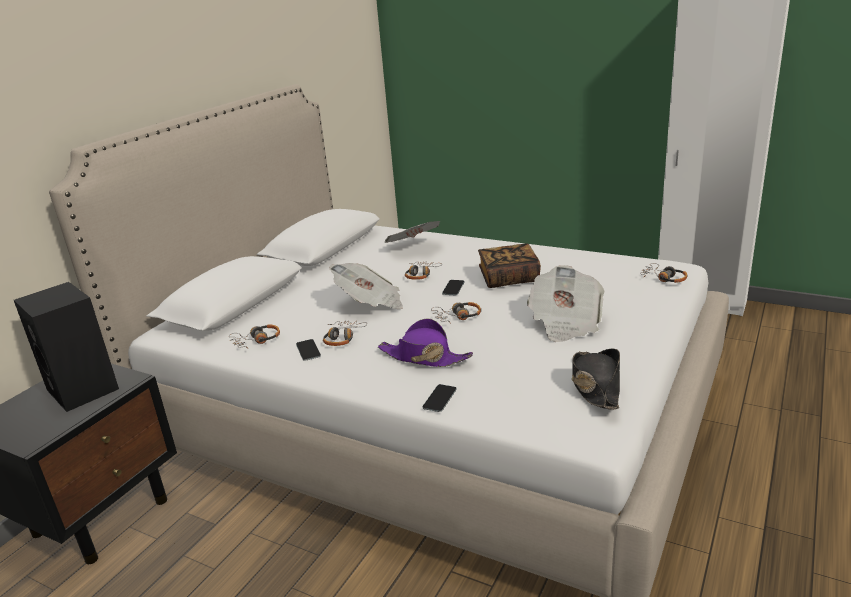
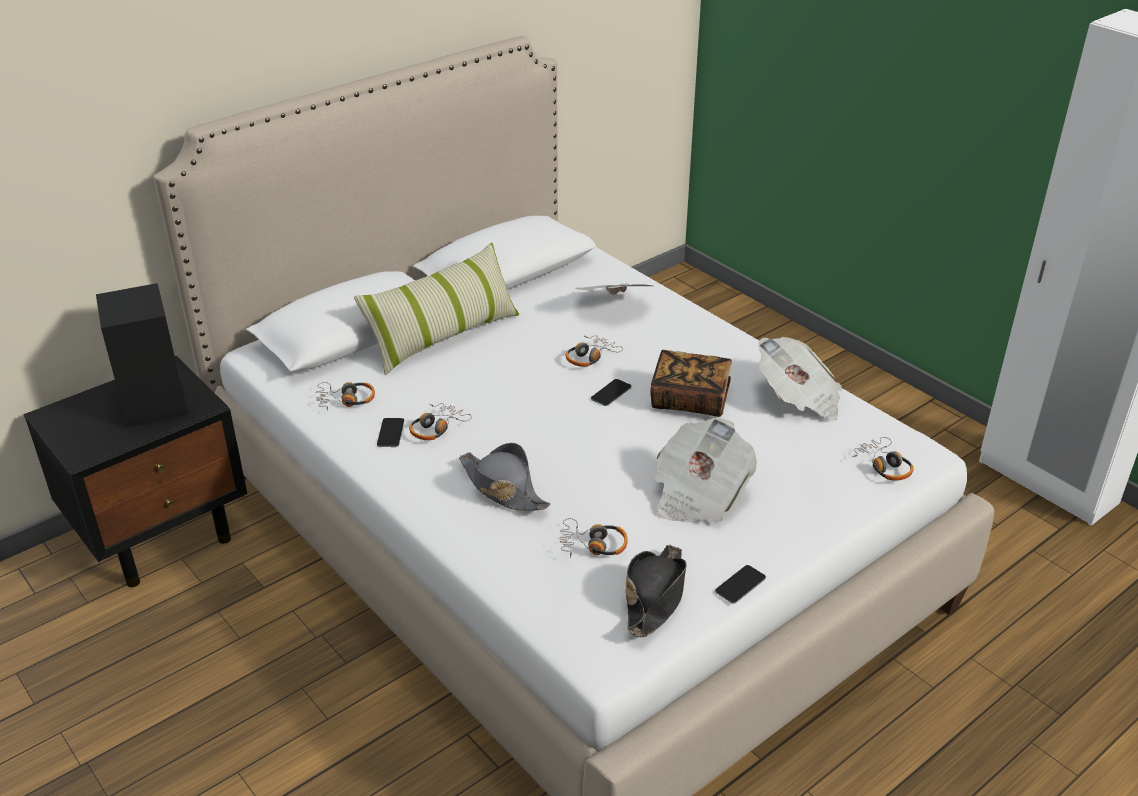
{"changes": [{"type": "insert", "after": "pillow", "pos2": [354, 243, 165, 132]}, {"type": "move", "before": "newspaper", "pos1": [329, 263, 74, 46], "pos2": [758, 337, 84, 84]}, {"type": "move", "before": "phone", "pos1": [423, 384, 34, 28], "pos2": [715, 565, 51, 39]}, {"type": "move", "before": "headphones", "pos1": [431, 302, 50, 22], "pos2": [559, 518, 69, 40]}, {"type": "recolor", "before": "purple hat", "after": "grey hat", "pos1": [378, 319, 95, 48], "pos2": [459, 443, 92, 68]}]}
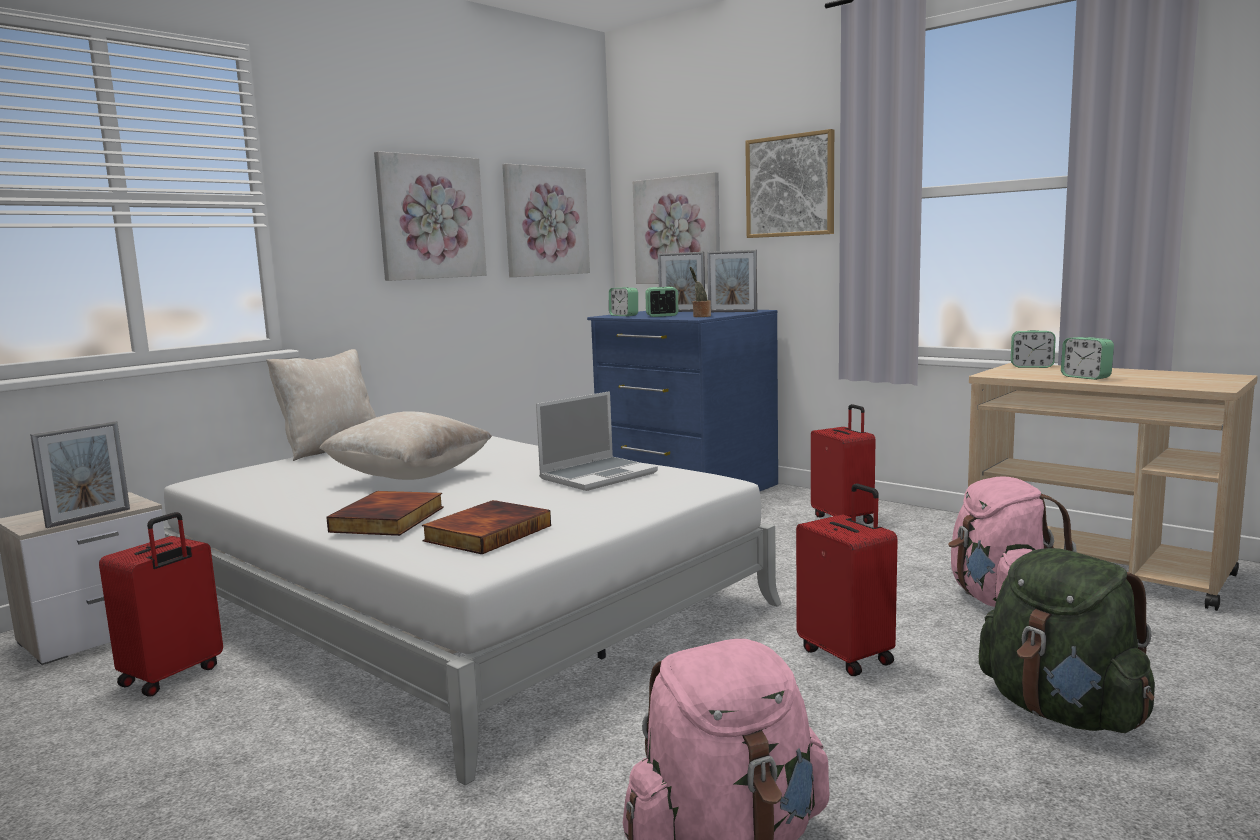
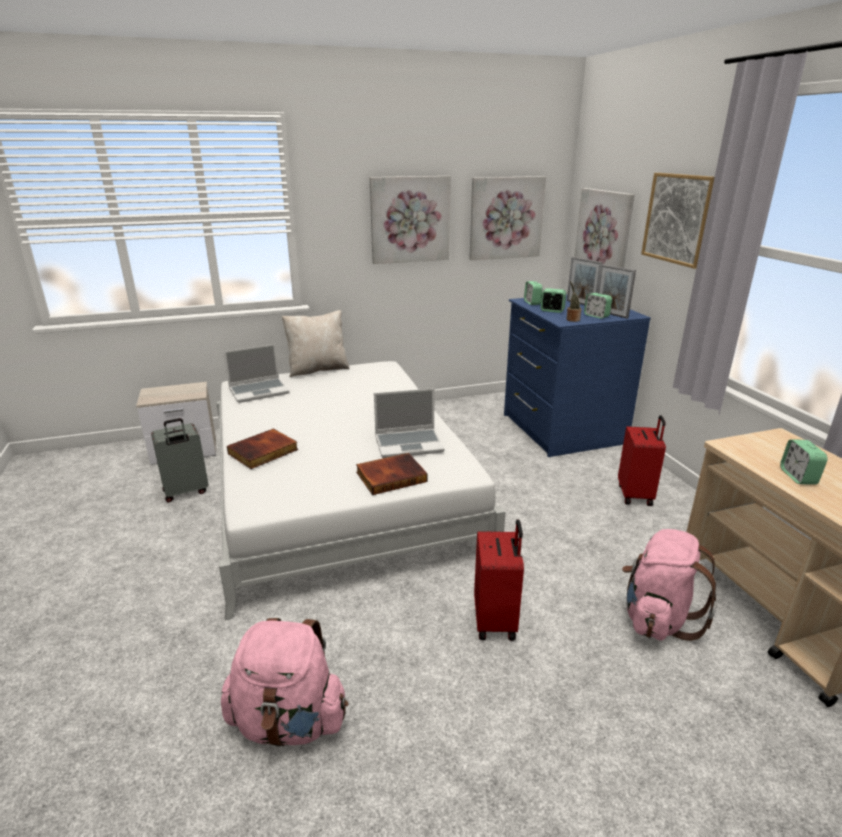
{"changes": [{"type": "delete", "before": "picture frame", "pos1": [30, 421, 100, 107]}, {"type": "delete", "before": "beige pillow", "pos1": [319, 412, 173, 68]}, {"type": "delete", "before": "green backpack", "pos1": [979, 548, 176, 185]}, {"type": "insert", "after": "laptop", "pos2": [224, 344, 65, 59]}, {"type": "move", "before": "book", "pos1": [422, 500, 129, 54], "pos2": [356, 453, 71, 42]}, {"type": "move", "before": "alarm clock", "pos1": [1011, 330, 45, 38], "pos2": [584, 293, 28, 26]}, {"type": "recolor", "before": "red suitcase", "after": "grey suitcase", "pos1": [99, 512, 124, 185], "pos2": [151, 418, 58, 84]}]}
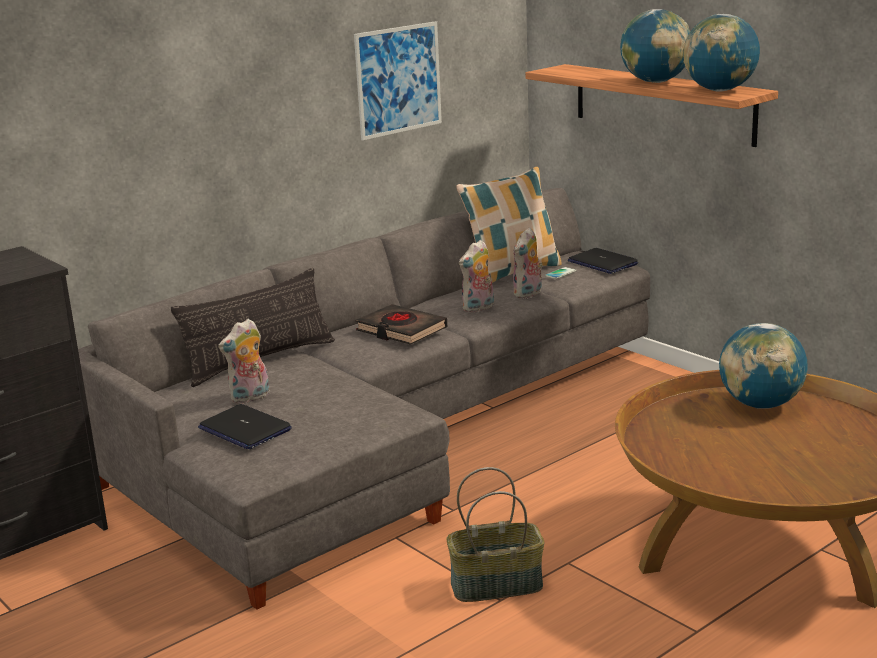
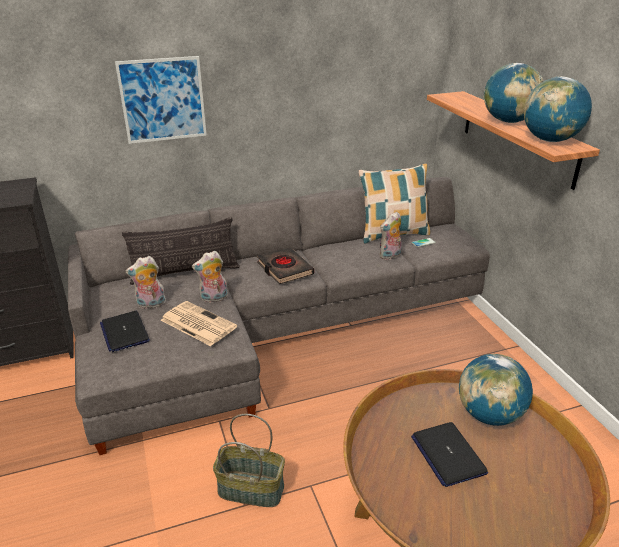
{"changes": [{"type": "insert", "after": "newspaper", "pos2": [161, 301, 76, 45]}, {"type": "move", "before": "picture", "pos1": [354, 21, 88, 119], "pos2": [115, 56, 92, 88]}, {"type": "move", "before": "plush toy", "pos1": [459, 240, 35, 73], "pos2": [192, 251, 36, 52]}, {"type": "move", "before": "laptop", "pos1": [568, 248, 70, 26], "pos2": [411, 422, 77, 65]}]}
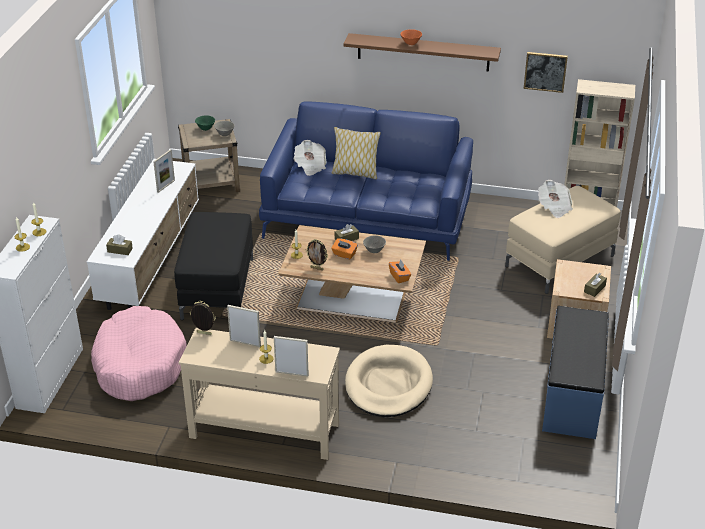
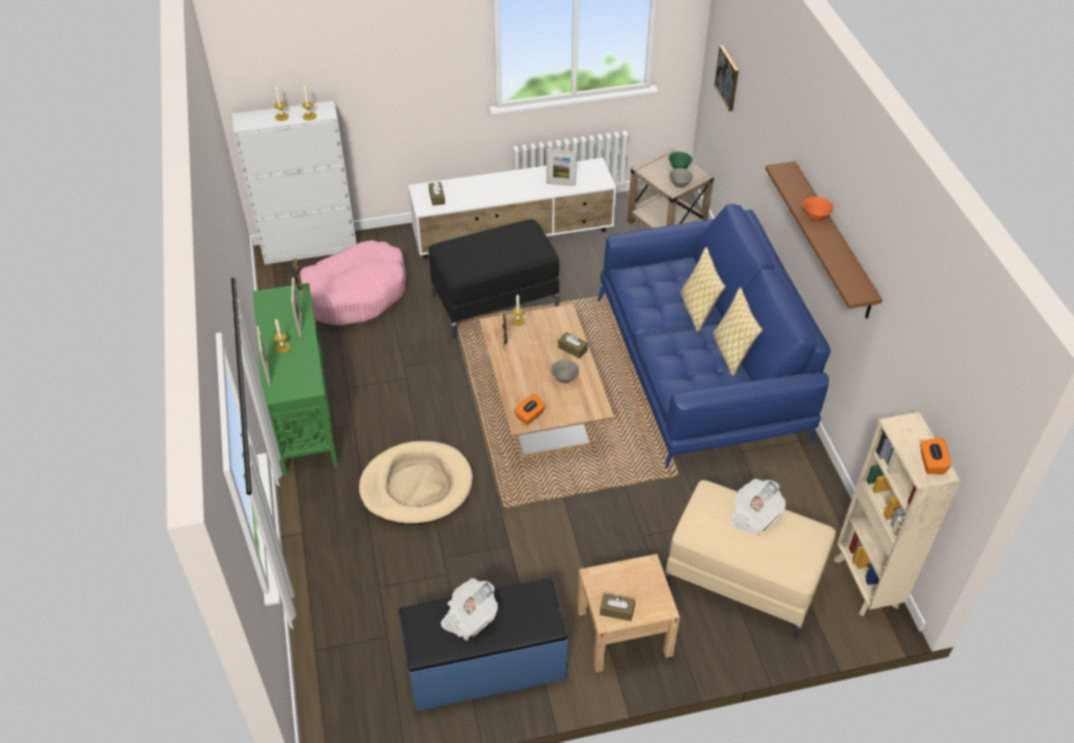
{"changes": [{"type": "insert", "after": "pillow", "pos2": [713, 287, 50, 89]}, {"type": "move", "before": "newspaper", "pos1": [294, 140, 32, 36], "pos2": [441, 578, 57, 62]}, {"type": "move", "before": "orange tissue box", "pos1": [331, 238, 27, 21], "pos2": [921, 438, 30, 36]}, {"type": "move", "before": "picture", "pos1": [524, 52, 44, 41], "pos2": [714, 45, 25, 67]}, {"type": "recolor", "before": "beige console table", "after": "green console table", "pos1": [179, 328, 161, 132], "pos2": [253, 283, 85, 194]}]}
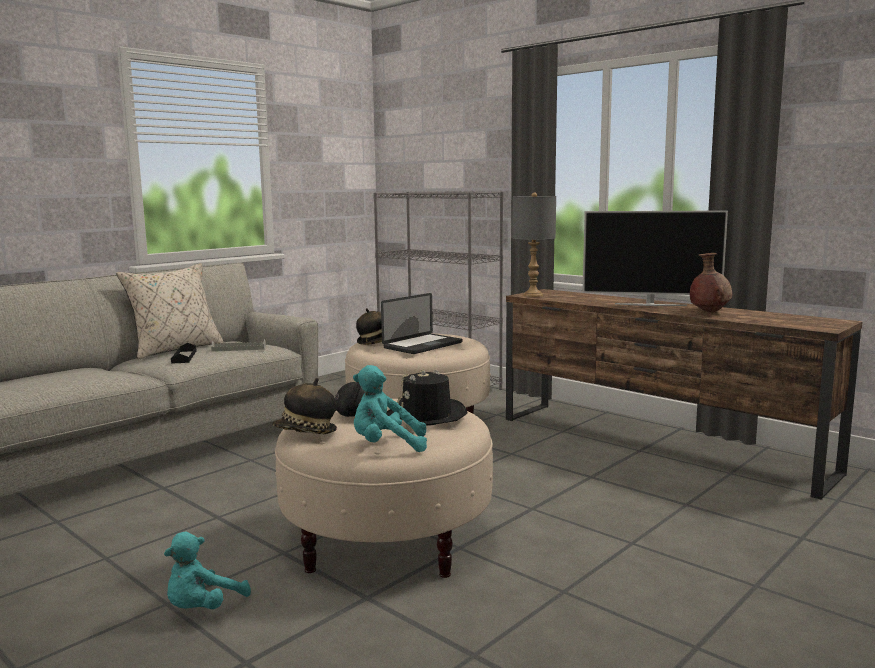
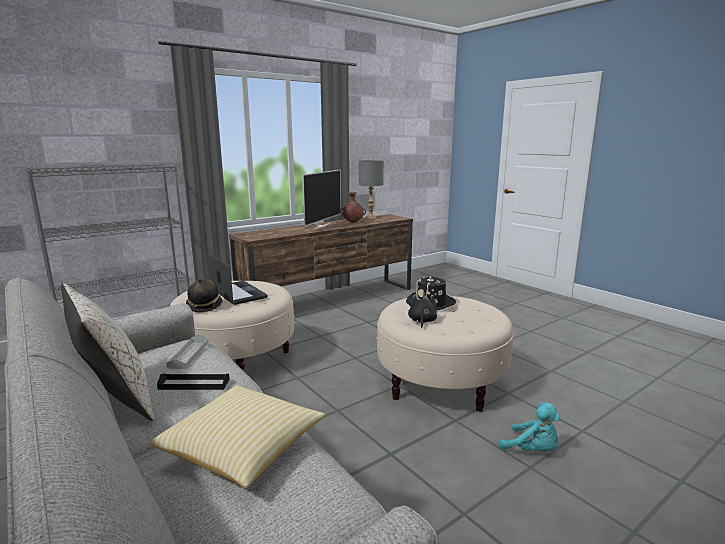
{"changes": [{"type": "delete", "before": "hat", "pos1": [272, 378, 65, 56]}, {"type": "delete", "before": "turquoise plush toy", "pos1": [353, 365, 74, 87]}, {"type": "insert", "after": "pillow", "pos2": [150, 385, 175, 104]}, {"type": "move", "before": "grey table lamp", "pos1": [512, 192, 44, 105], "pos2": [359, 159, 25, 60]}]}
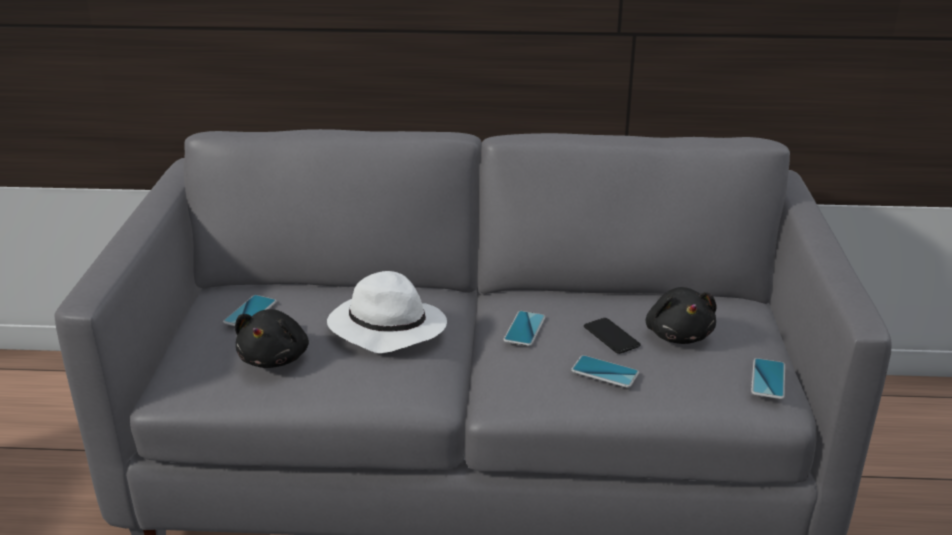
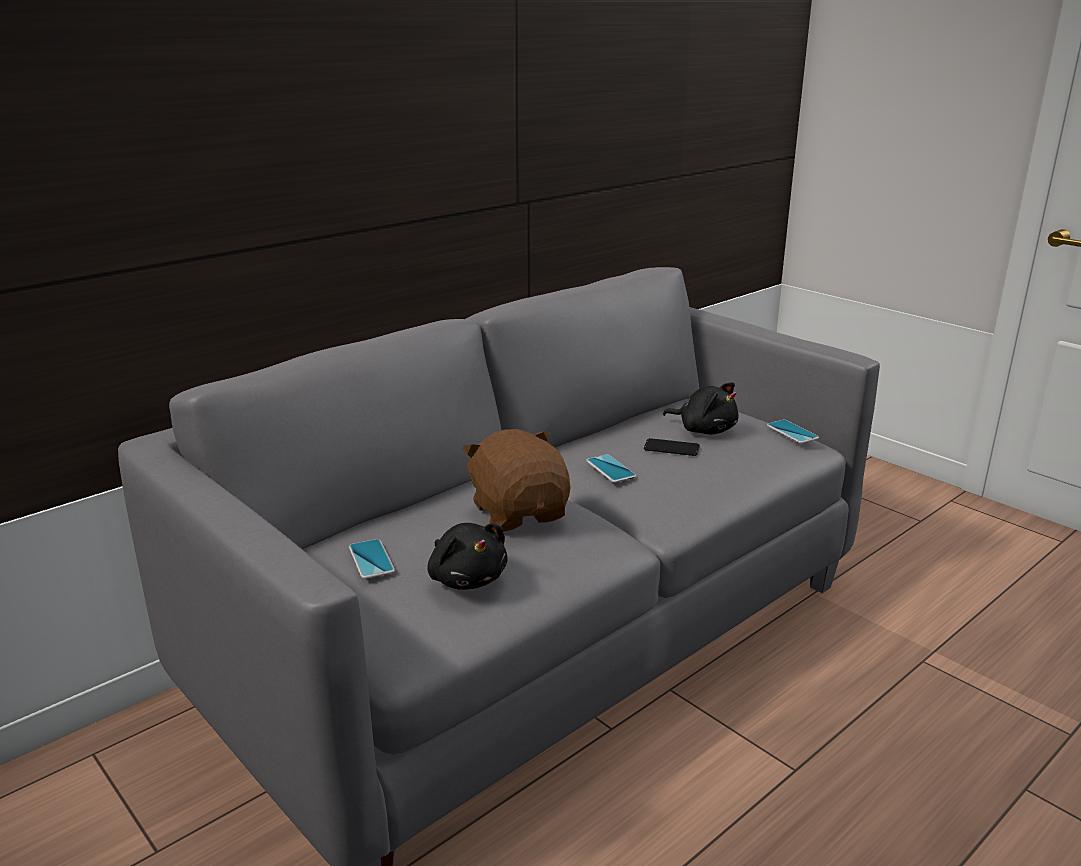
{"changes": [{"type": "delete", "before": "phone", "pos1": [571, 355, 68, 33]}, {"type": "replace", "before": "white hat", "after": "brown plush toy", "pos1": [327, 271, 120, 82], "pos2": [462, 429, 109, 103]}]}
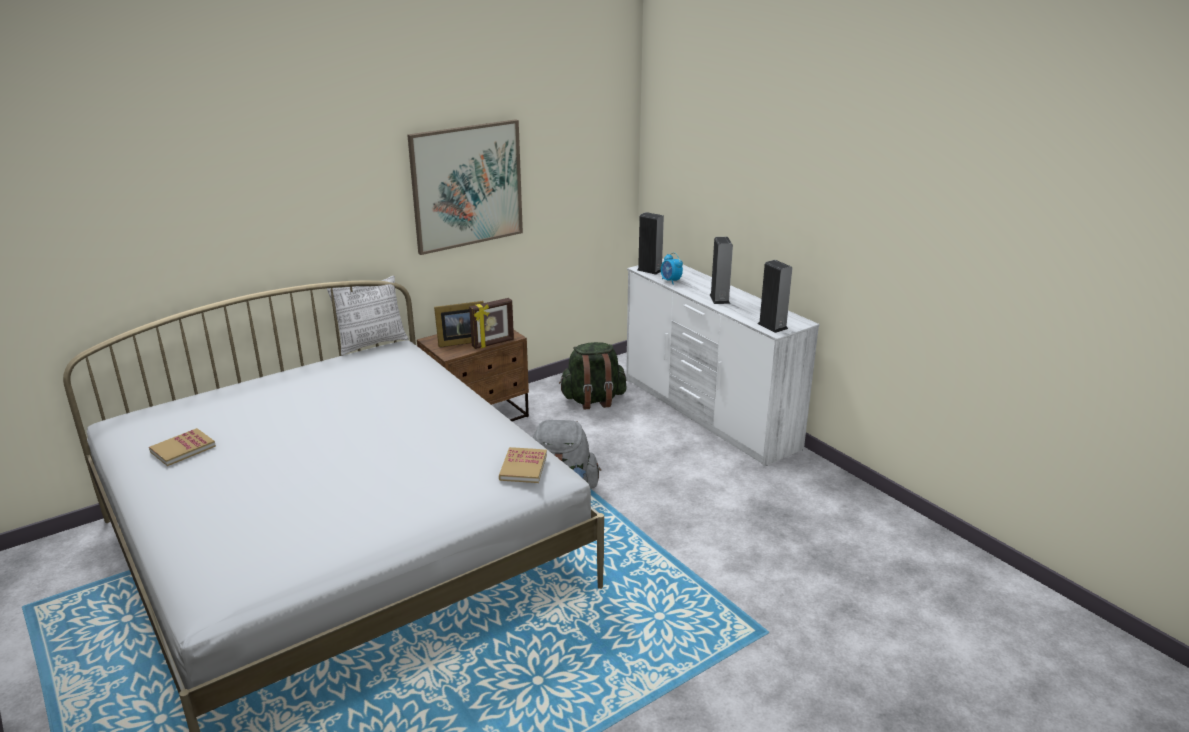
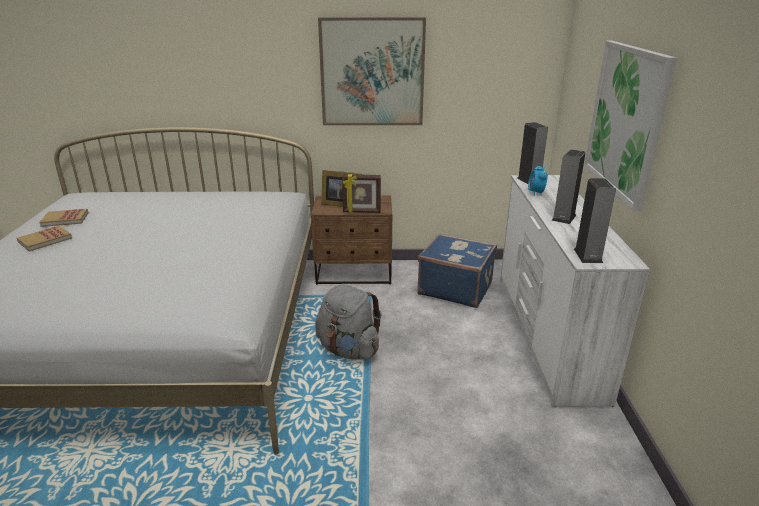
{"changes": [{"type": "delete", "before": "pillow", "pos1": [327, 275, 81, 81]}, {"type": "insert", "after": "picture", "pos2": [584, 41, 93, 170]}, {"type": "move", "before": "book", "pos1": [499, 447, 48, 36], "pos2": [17, 226, 55, 25]}, {"type": "replace", "before": "green backpack", "after": "blue suitcase", "pos1": [559, 342, 68, 68], "pos2": [417, 234, 80, 74]}]}
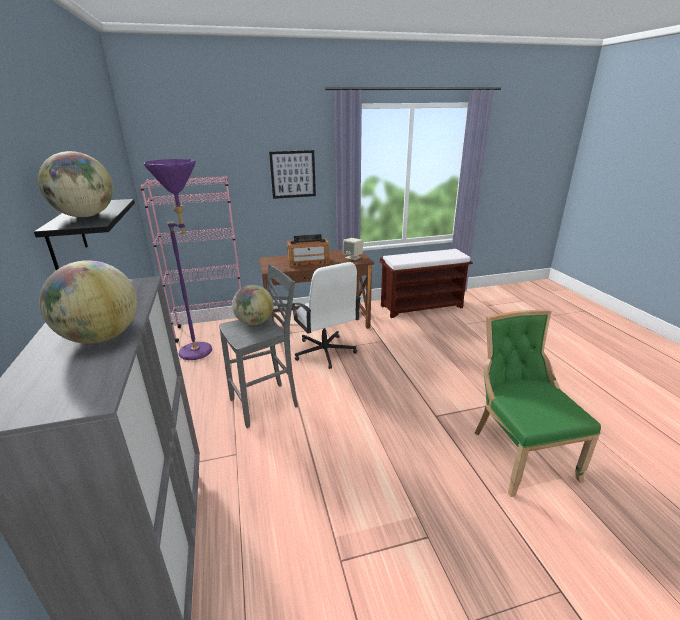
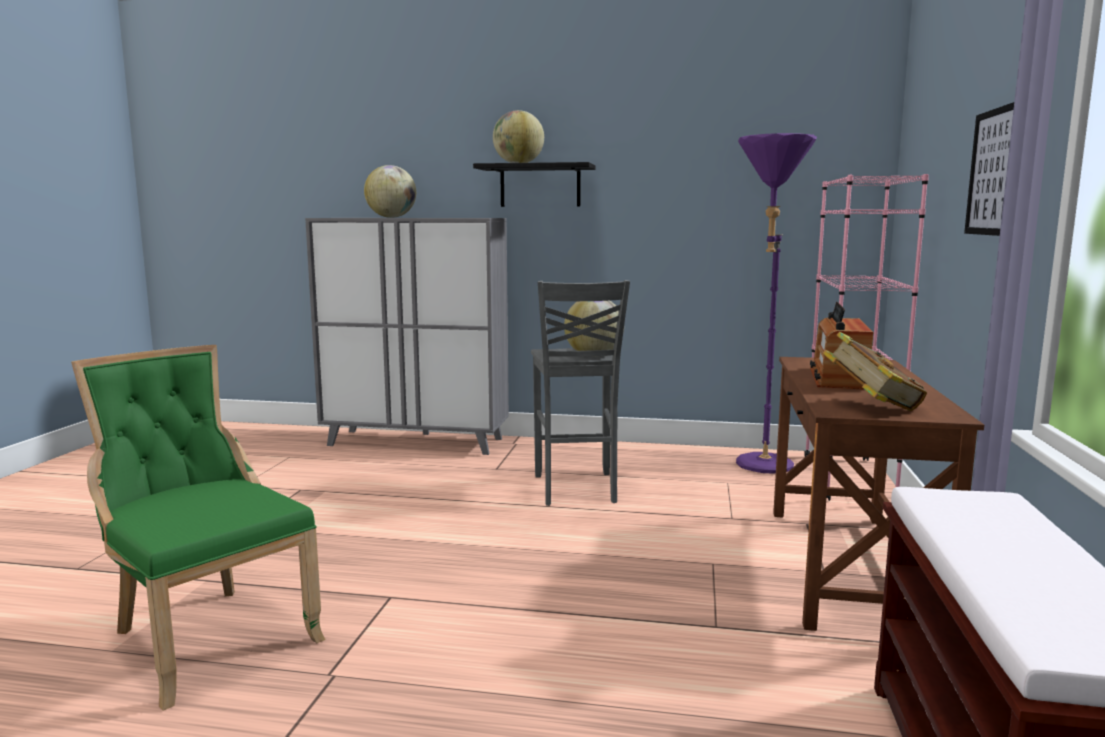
{"changes": [{"type": "delete", "before": "white office chair", "pos1": [292, 262, 69, 107]}, {"type": "replace", "before": "beige speaker", "after": "book", "pos1": [343, 238, 20, 22], "pos2": [823, 332, 104, 79]}, {"type": "rotate", "before": "green chair", "pos1": [475, 310, 126, 187], "pos2": [71, 345, 255, 366], "turn": -150}]}
